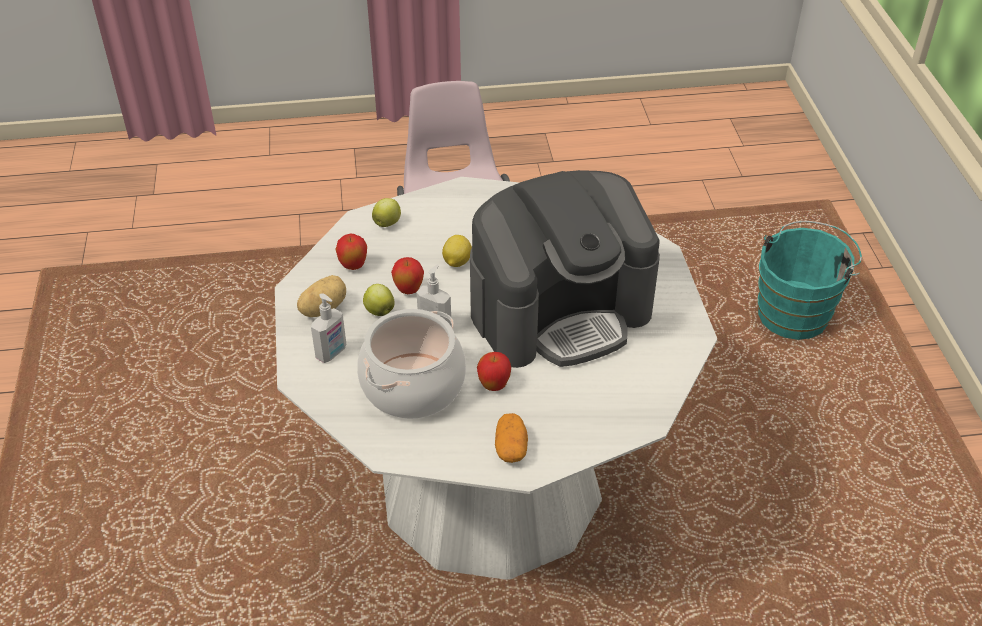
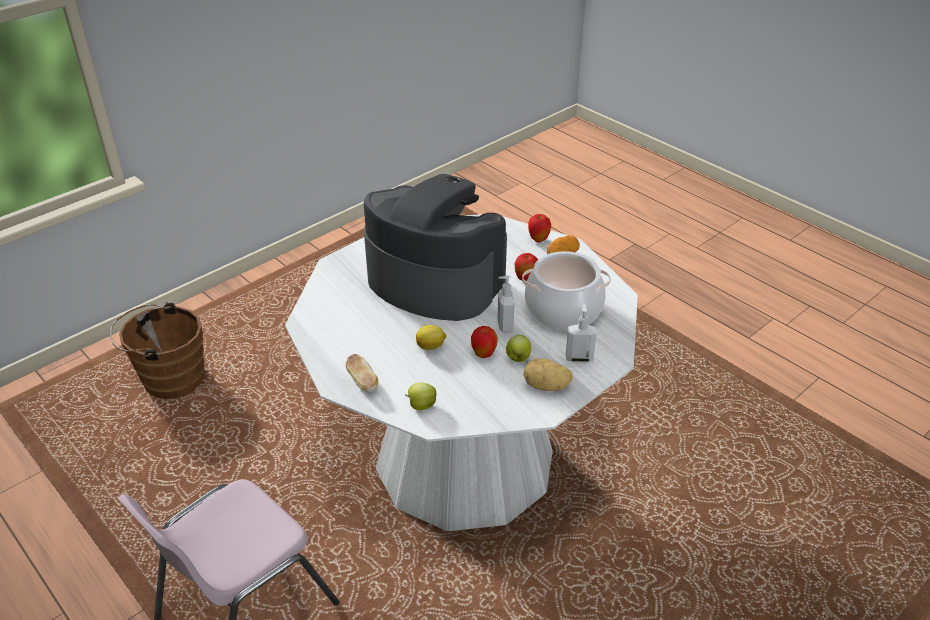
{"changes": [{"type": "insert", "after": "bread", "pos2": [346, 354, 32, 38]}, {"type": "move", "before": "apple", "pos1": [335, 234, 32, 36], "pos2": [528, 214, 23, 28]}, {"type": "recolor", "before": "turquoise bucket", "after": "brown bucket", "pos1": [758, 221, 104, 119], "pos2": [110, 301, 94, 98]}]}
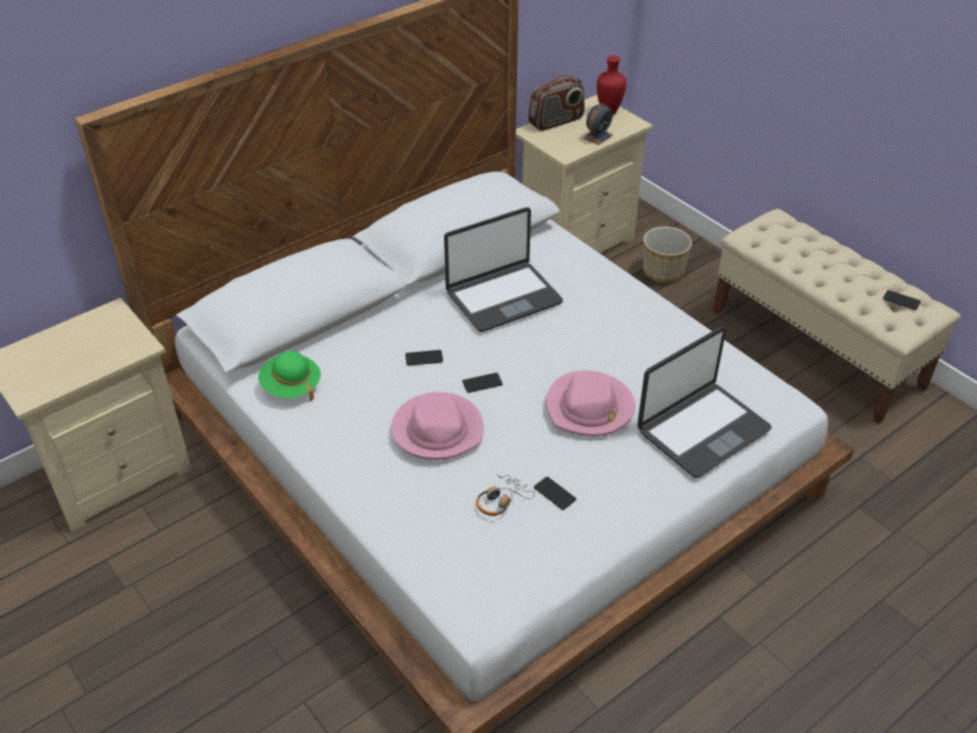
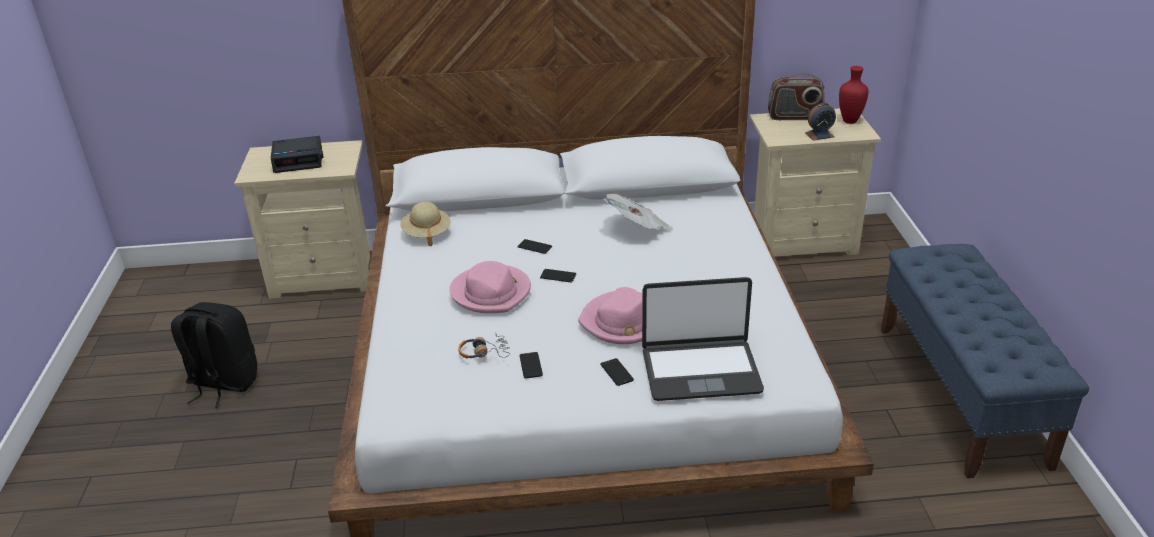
{"changes": [{"type": "delete", "before": "planter", "pos1": [643, 226, 49, 57]}, {"type": "insert", "after": "black backpack", "pos2": [171, 302, 86, 106]}, {"type": "insert", "after": "alarm clock", "pos2": [271, 136, 53, 37]}, {"type": "move", "before": "phone", "pos1": [883, 290, 38, 20], "pos2": [601, 358, 33, 28]}, {"type": "replace", "before": "laptop", "after": "newspaper", "pos1": [444, 207, 119, 125], "pos2": [603, 194, 69, 36]}, {"type": "recolor", "before": "green hat", "after": "beige hat", "pos1": [258, 351, 63, 50], "pos2": [400, 202, 51, 44]}, {"type": "recolor", "before": "beige bench", "after": "blue bench", "pos1": [713, 209, 248, 215], "pos2": [881, 244, 208, 234]}]}
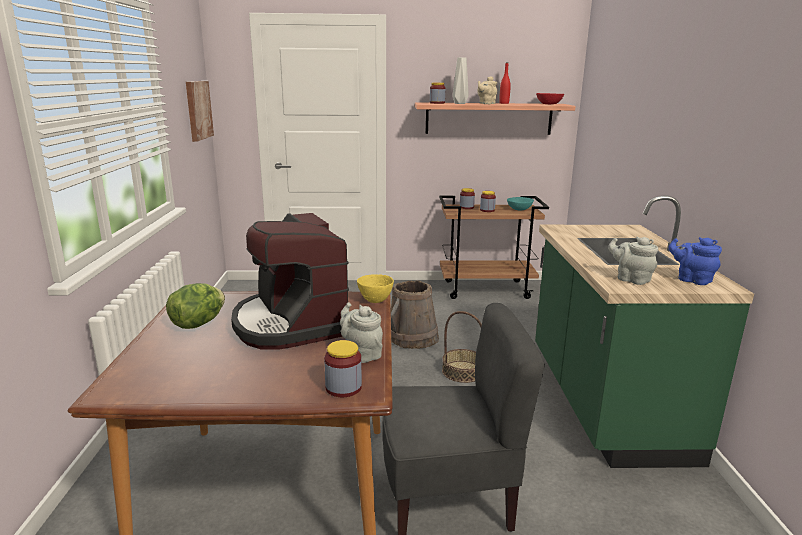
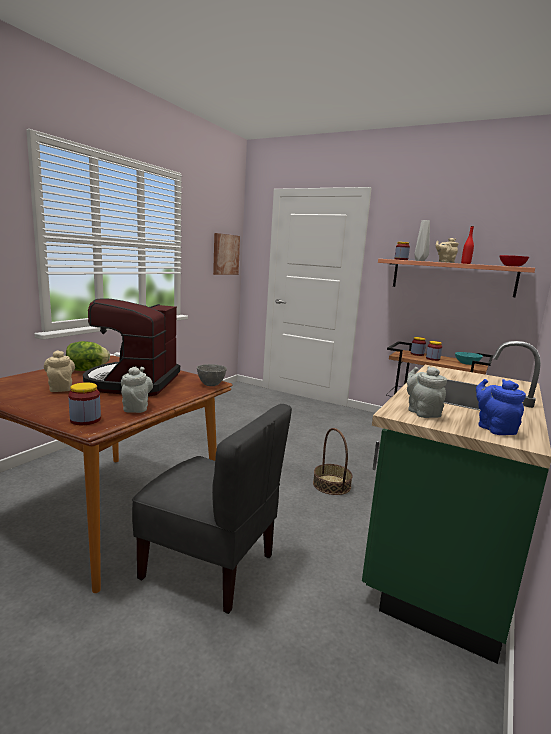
{"changes": [{"type": "delete", "before": "brown bucket", "pos1": [391, 280, 48, 69]}, {"type": "insert", "after": "beige teapot", "pos2": [44, 350, 31, 42]}, {"type": "recolor", "before": "yellow bowl", "after": "grey bowl", "pos1": [357, 274, 37, 29], "pos2": [197, 364, 30, 22]}]}
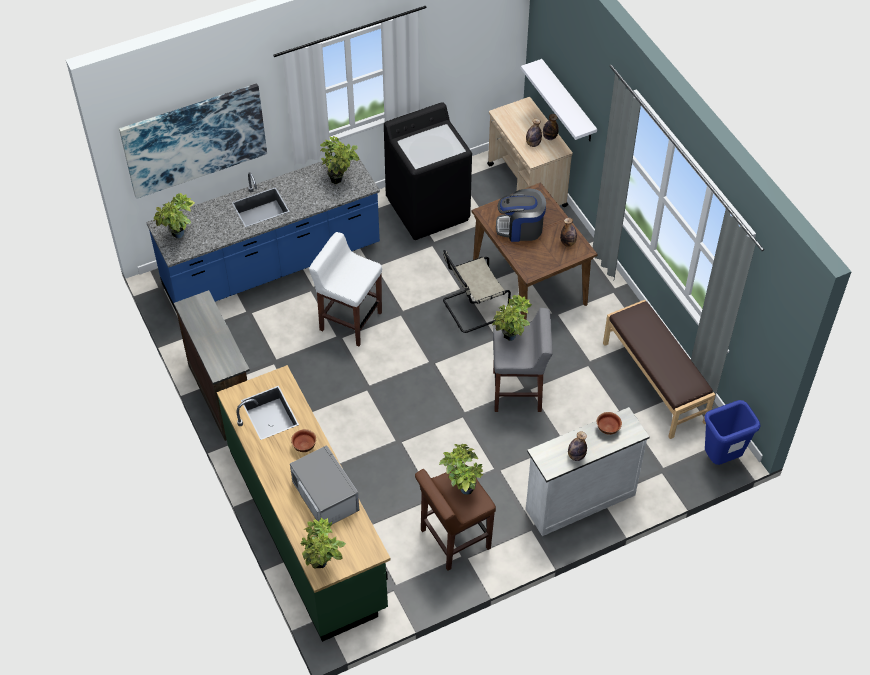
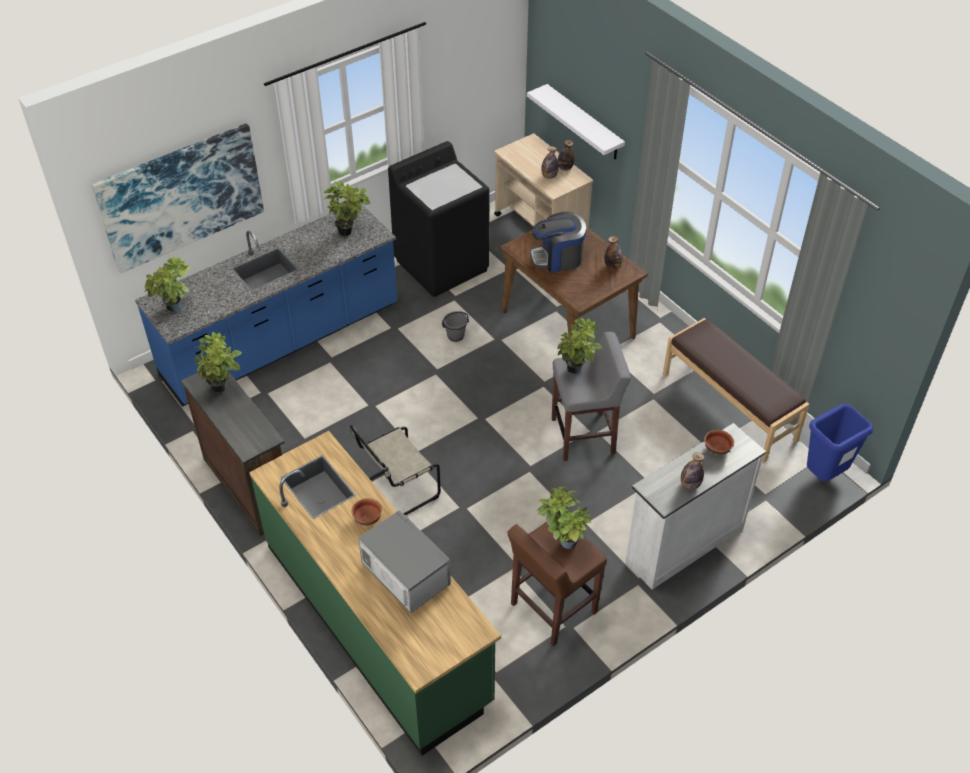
{"changes": [{"type": "delete", "before": "white stool", "pos1": [309, 232, 73, 114]}, {"type": "insert", "after": "grey bucket", "pos2": [442, 311, 27, 31]}, {"type": "move", "before": "potted plant", "pos1": [300, 518, 46, 51], "pos2": [194, 332, 48, 61]}, {"type": "move", "before": "beige chair", "pos1": [443, 250, 68, 83], "pos2": [350, 425, 91, 91]}]}
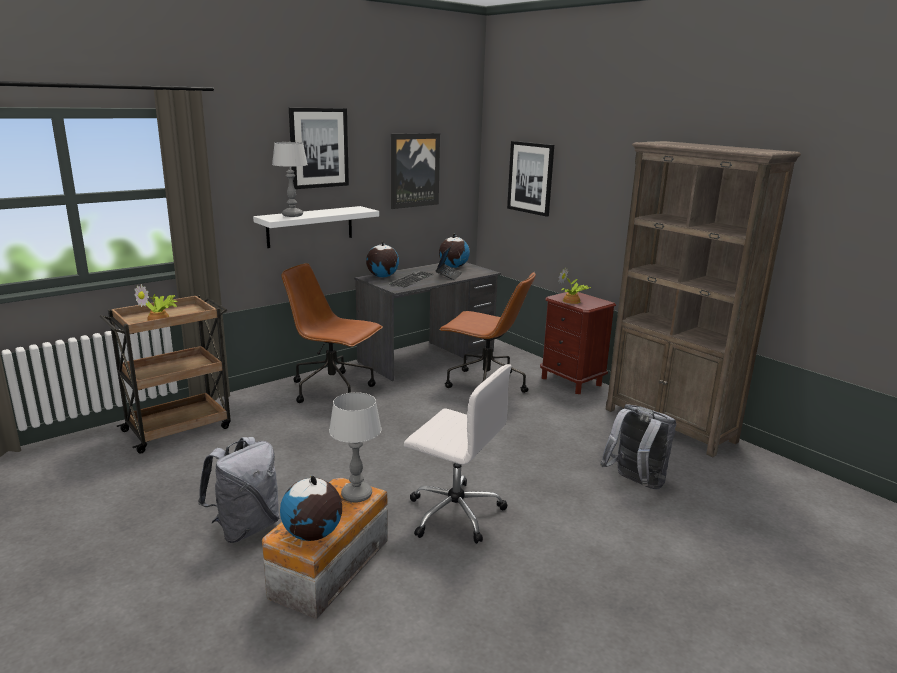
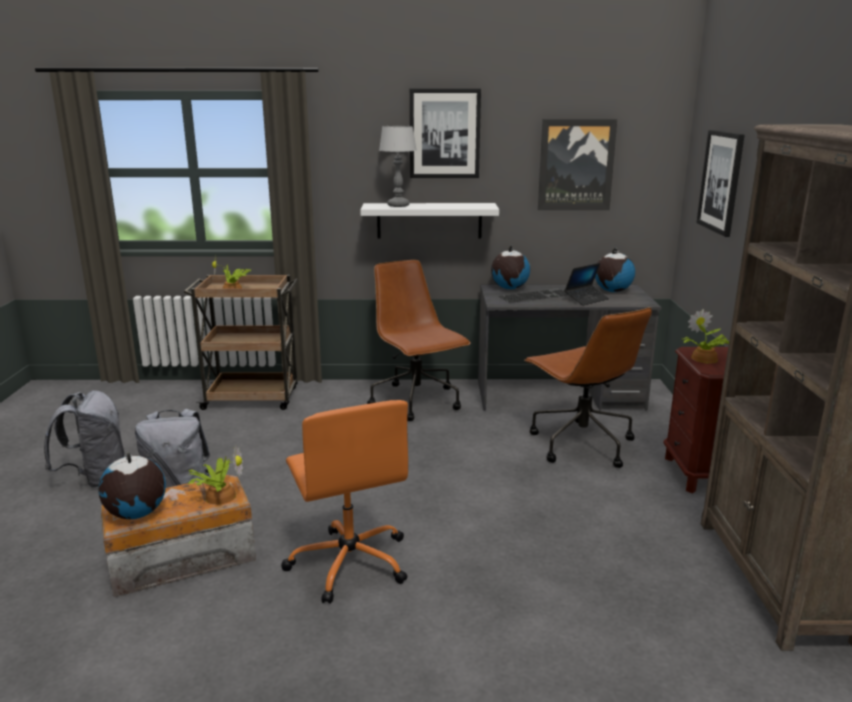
{"changes": [{"type": "move", "before": "grey backpack", "pos1": [600, 404, 76, 85], "pos2": [44, 390, 80, 98]}, {"type": "replace", "before": "table lamp", "after": "potted plant", "pos1": [329, 392, 53, 110], "pos2": [188, 447, 55, 58]}, {"type": "recolor", "before": "white office chair", "after": "orange office chair", "pos1": [404, 364, 108, 180], "pos2": [281, 400, 127, 204]}]}
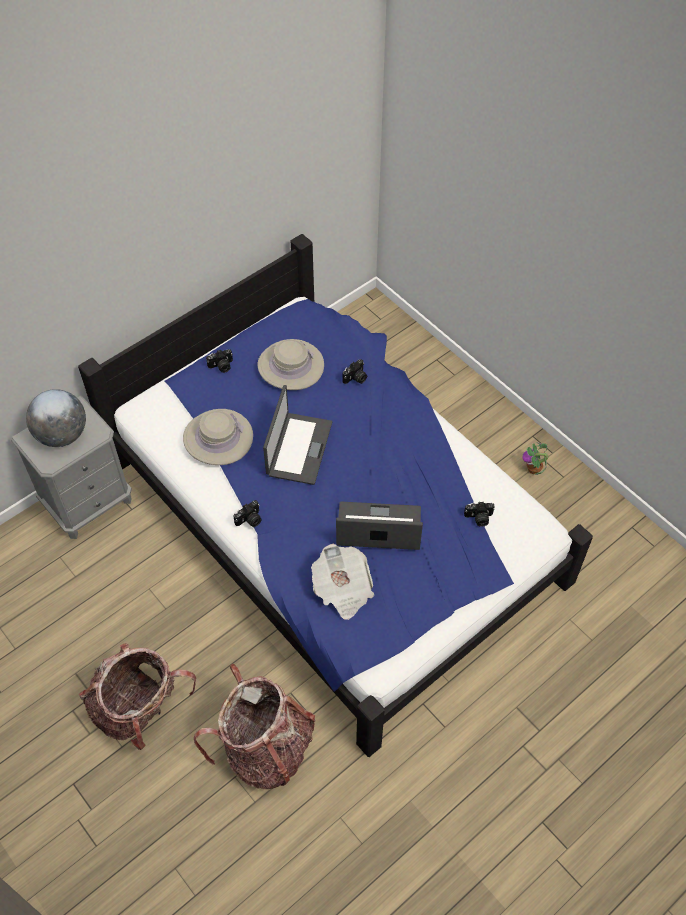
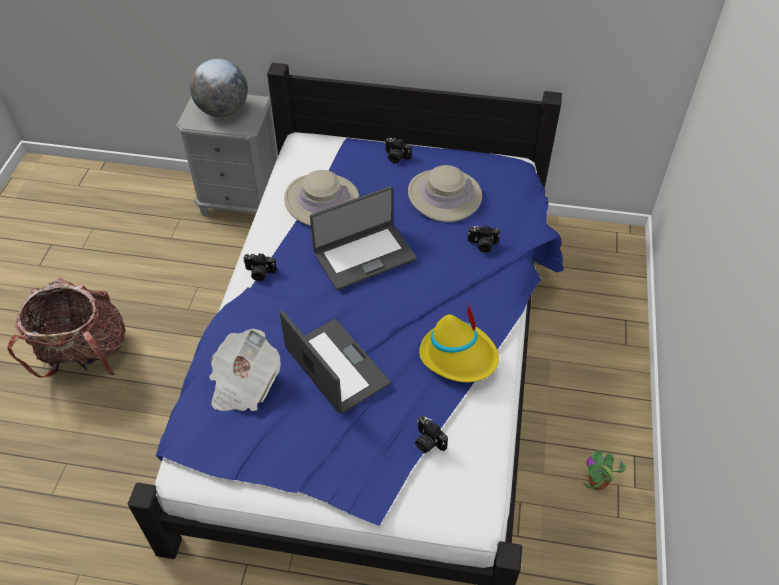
{"changes": [{"type": "delete", "before": "backpack", "pos1": [194, 663, 122, 126]}, {"type": "insert", "after": "yellow hat", "pos2": [419, 303, 80, 79]}]}
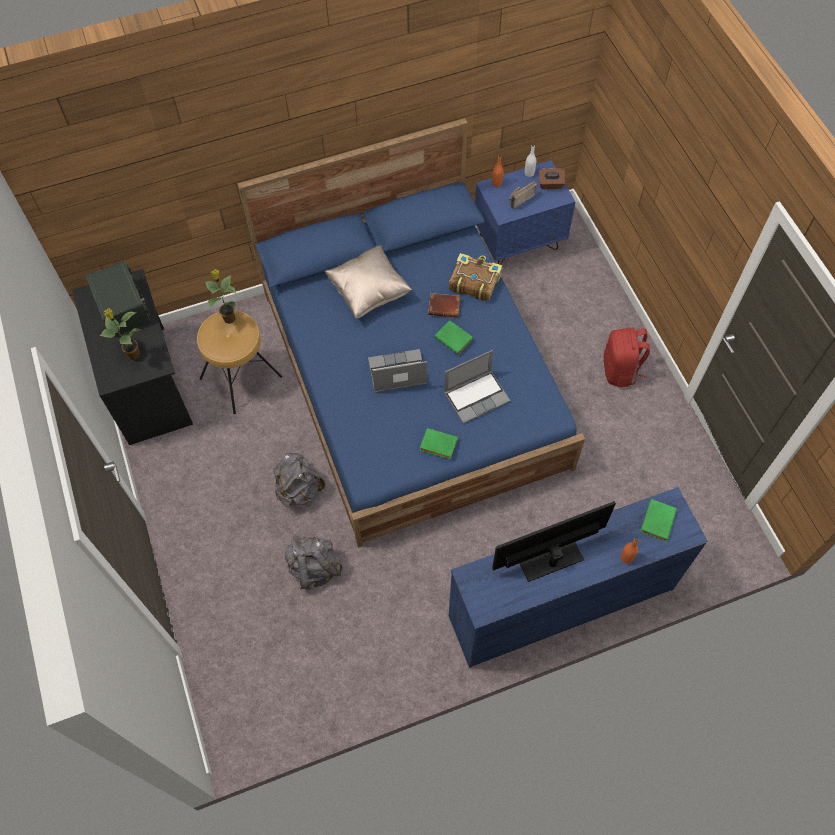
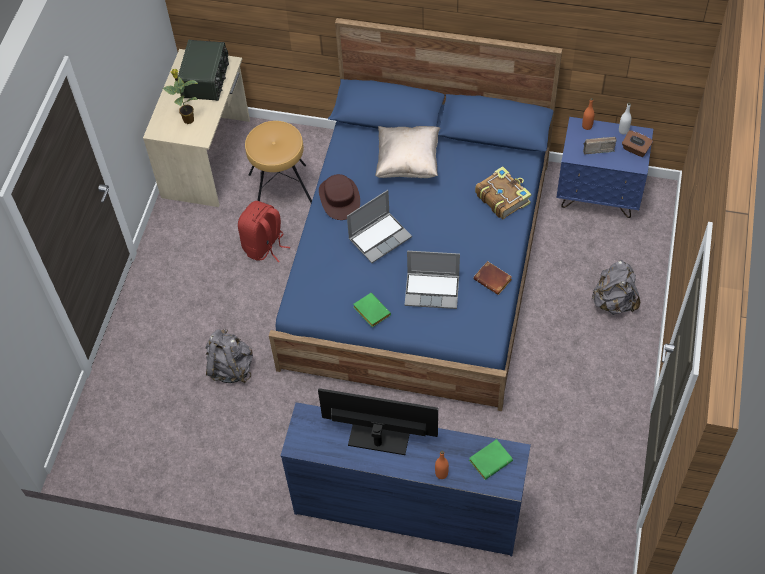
{"changes": [{"type": "delete", "before": "potted plant", "pos1": [205, 269, 31, 55]}, {"type": "delete", "before": "green book", "pos1": [435, 320, 38, 35]}, {"type": "insert", "after": "brown hat", "pos2": [319, 174, 41, 46]}, {"type": "move", "before": "grey backpack", "pos1": [273, 453, 52, 53], "pos2": [592, 260, 48, 55]}, {"type": "move", "before": "brown book", "pos1": [428, 293, 32, 25], "pos2": [473, 261, 39, 34]}, {"type": "move", "before": "red backpack", "pos1": [603, 328, 47, 59], "pos2": [238, 201, 52, 61]}, {"type": "recolor", "before": "black desk", "after": "beige desk", "pos1": [72, 269, 121, 176], "pos2": [143, 49, 107, 158]}, {"type": "rotate", "before": "laptop", "pos1": [368, 349, 59, 43], "pos2": [347, 190, 65, 73], "turn": 120}]}
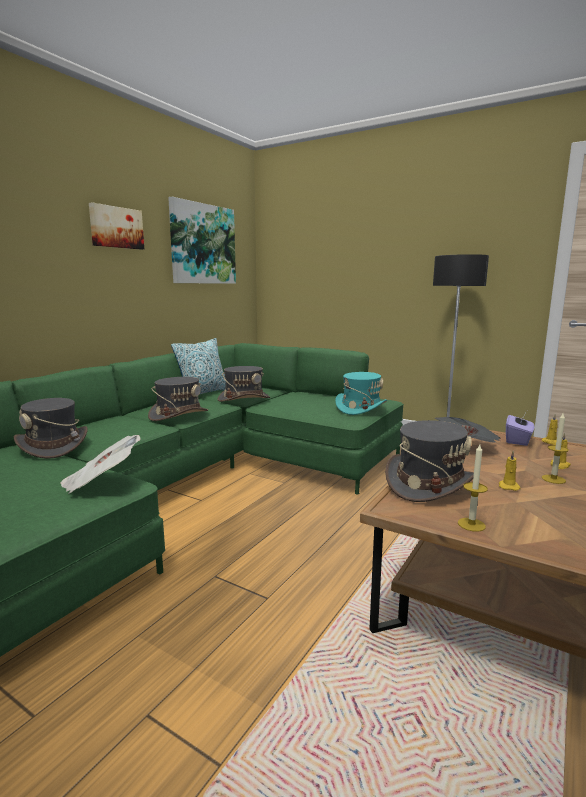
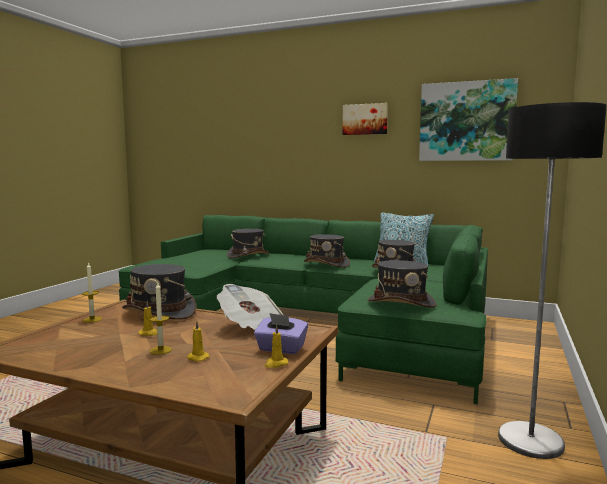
{"changes": [{"type": "delete", "before": "newspaper", "pos1": [60, 435, 80, 59]}, {"type": "recolor", "before": "turquoise hat", "after": "grey hat", "pos1": [335, 372, 52, 43], "pos2": [368, 260, 68, 48]}]}
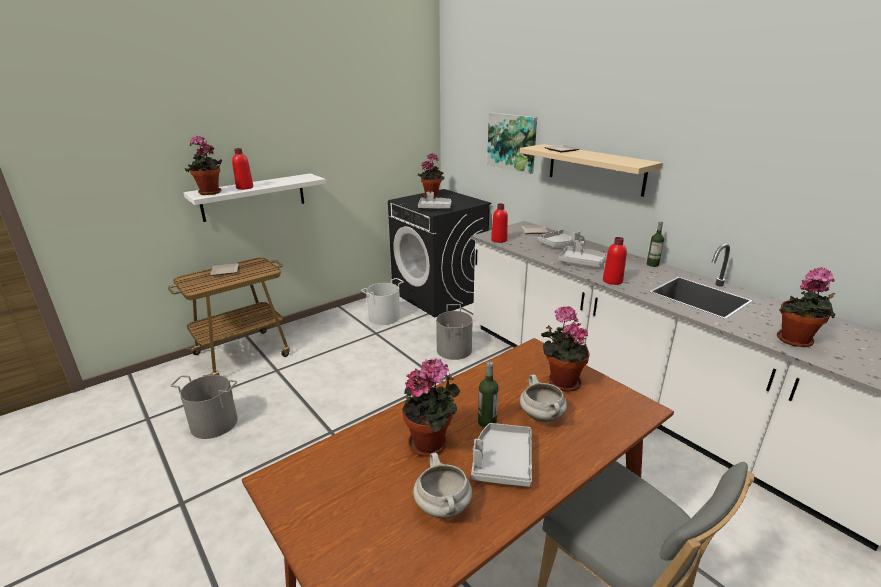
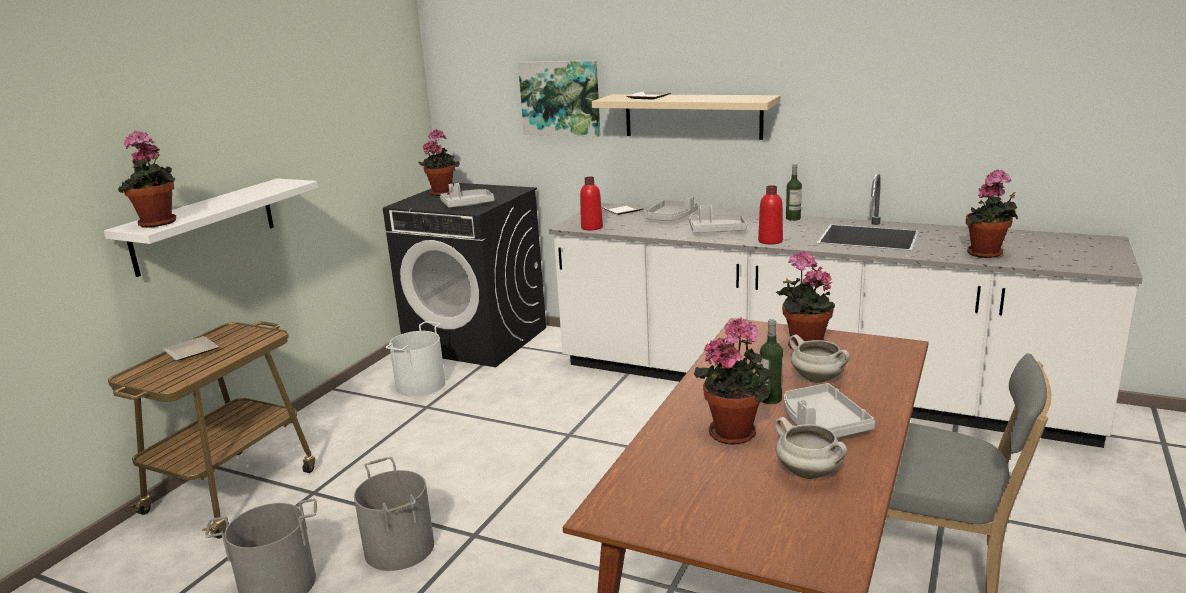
{"changes": [{"type": "delete", "before": "red bottle", "pos1": [232, 148, 21, 42]}, {"type": "move", "before": "grey bucket", "pos1": [436, 304, 37, 56], "pos2": [354, 457, 80, 114]}]}
